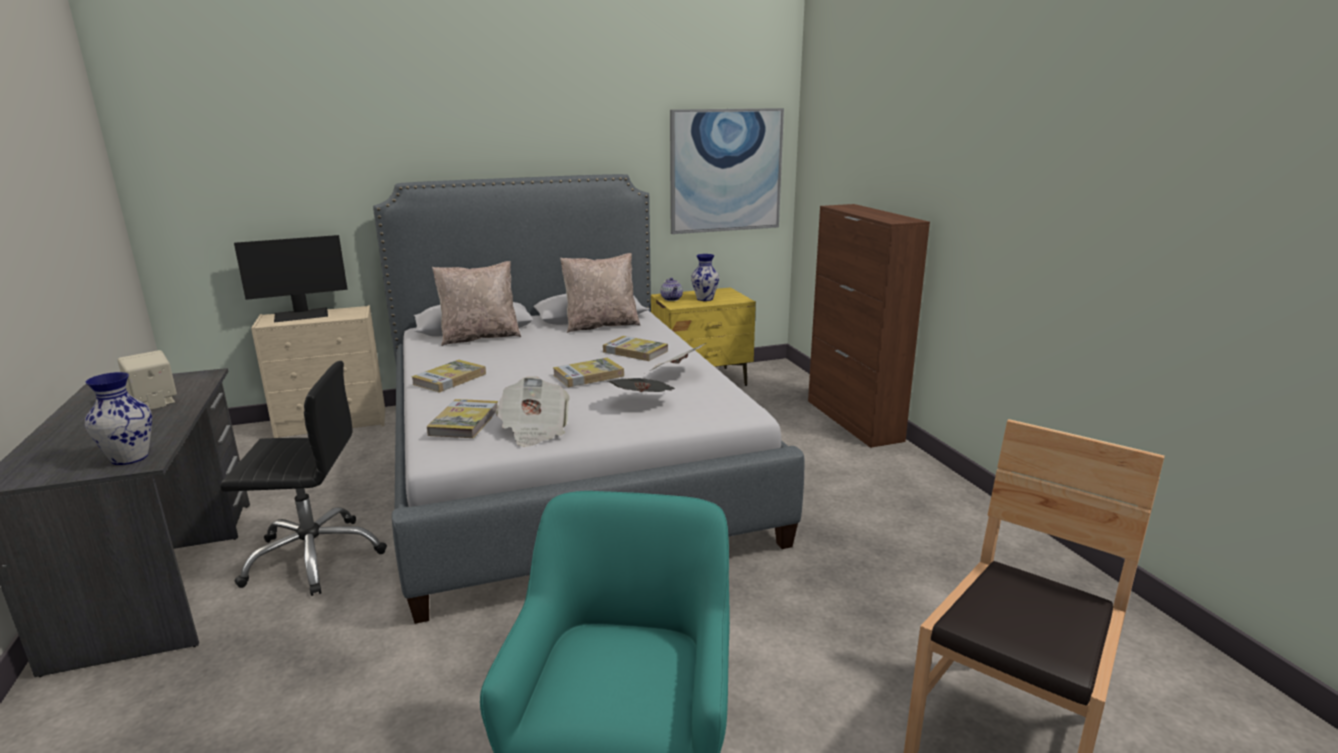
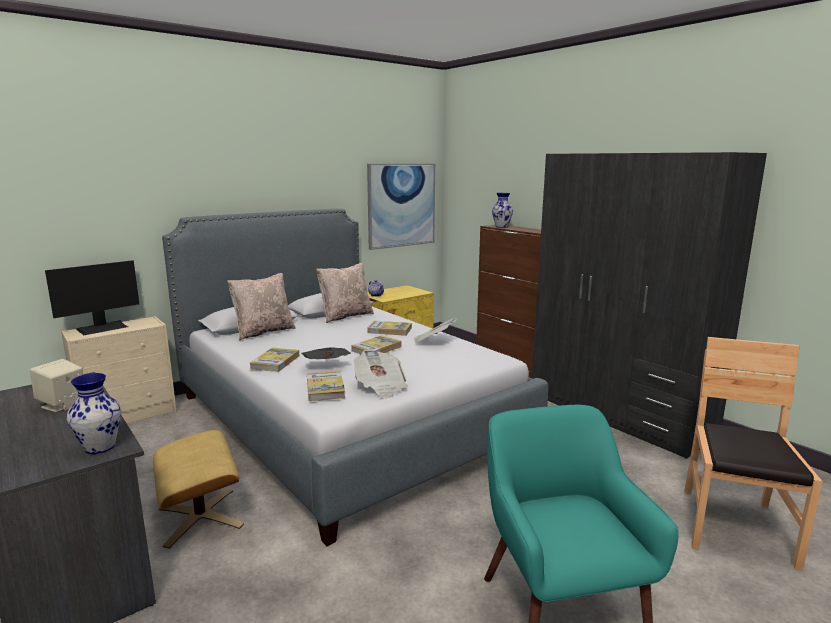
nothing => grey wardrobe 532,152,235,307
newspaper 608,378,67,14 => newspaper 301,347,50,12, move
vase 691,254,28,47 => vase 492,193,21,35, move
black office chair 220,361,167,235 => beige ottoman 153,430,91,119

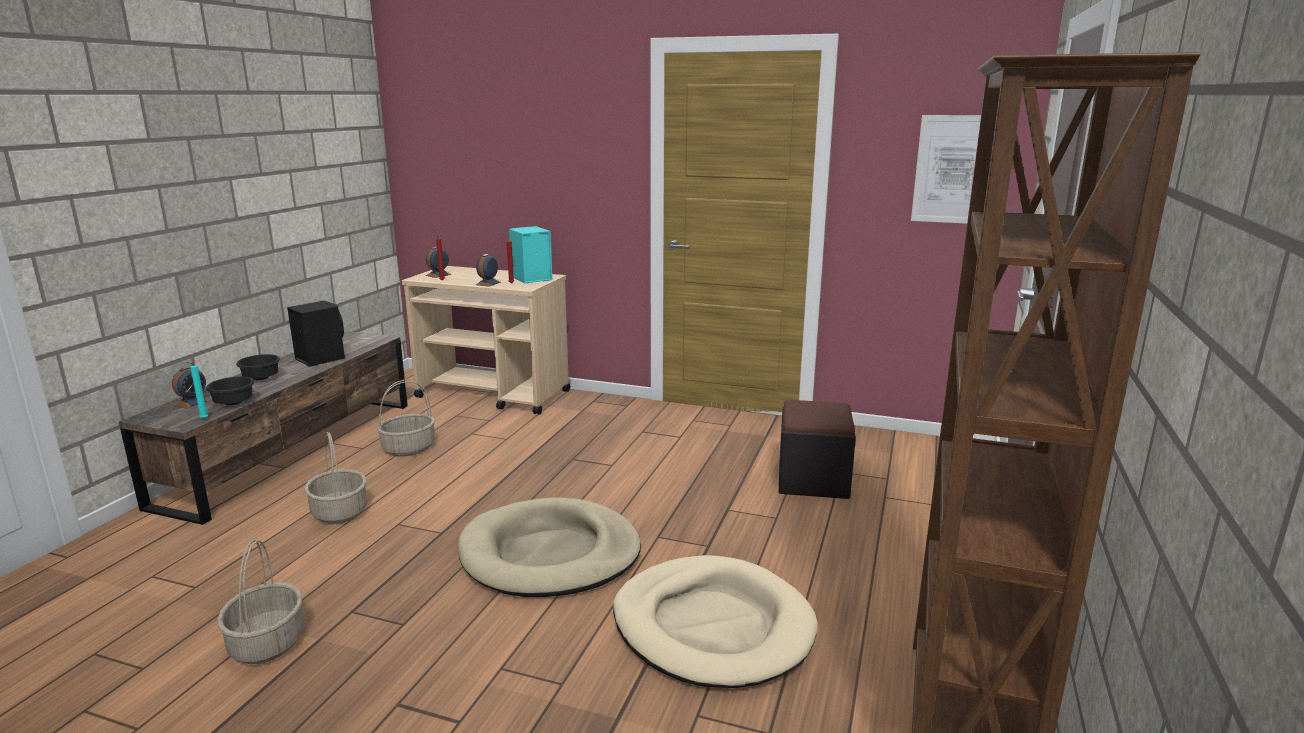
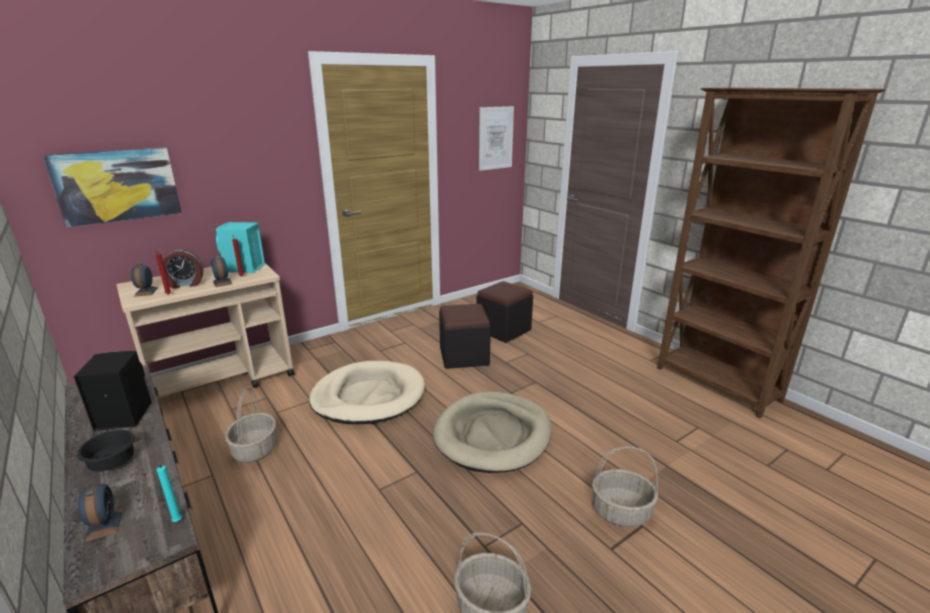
black bowl 206,377,48,28 => nothing
nothing => picture 43,148,139,80
nothing => alarm clock 163,249,40,40
nothing => black ottoman 439,304,52,65
basket 305,432,62,92 => basket 592,447,66,80, move
beige dog bed 613,555,205,133 => beige dog bed 309,361,116,63, move

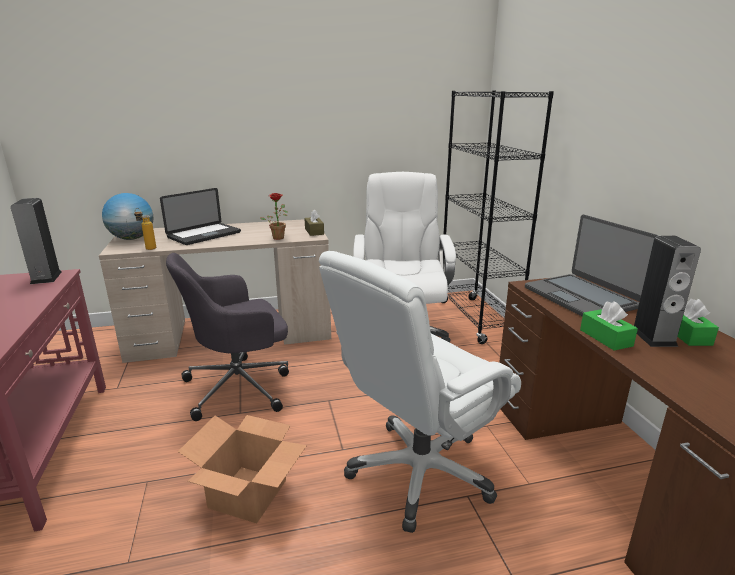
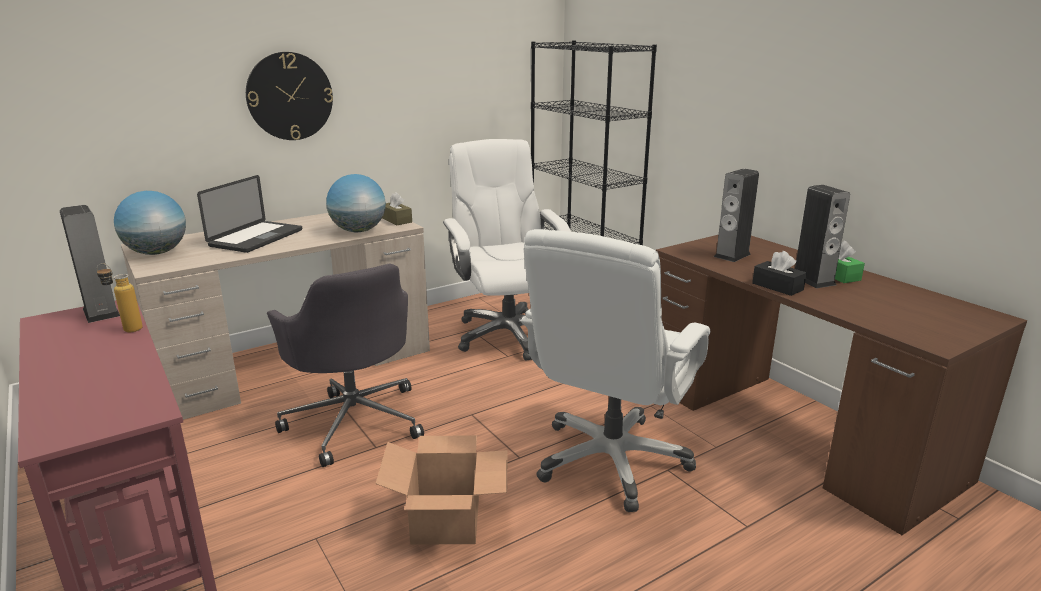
nothing => wall clock 246,52,87,88
bottle 134,208,22,42 => bottle 97,263,46,69, move
potted plant 260,193,28,47 => globe 326,174,60,58
laptop 525,215,133,102 => speaker 714,169,45,93
green tissue box 580,301,58,50 => black tissue box 752,251,55,45
grey office chair 166,253,123,168 => grey office chair 267,264,157,203, 75 degrees counterclockwise

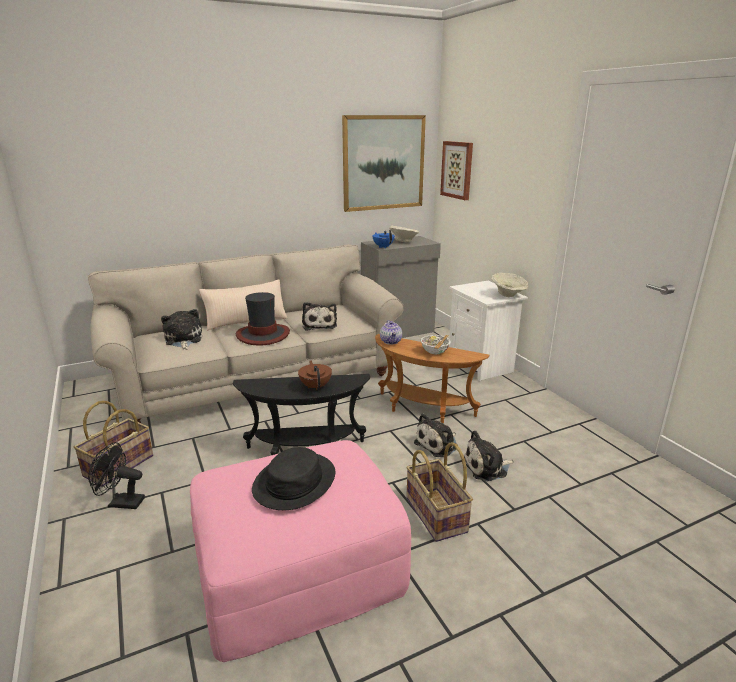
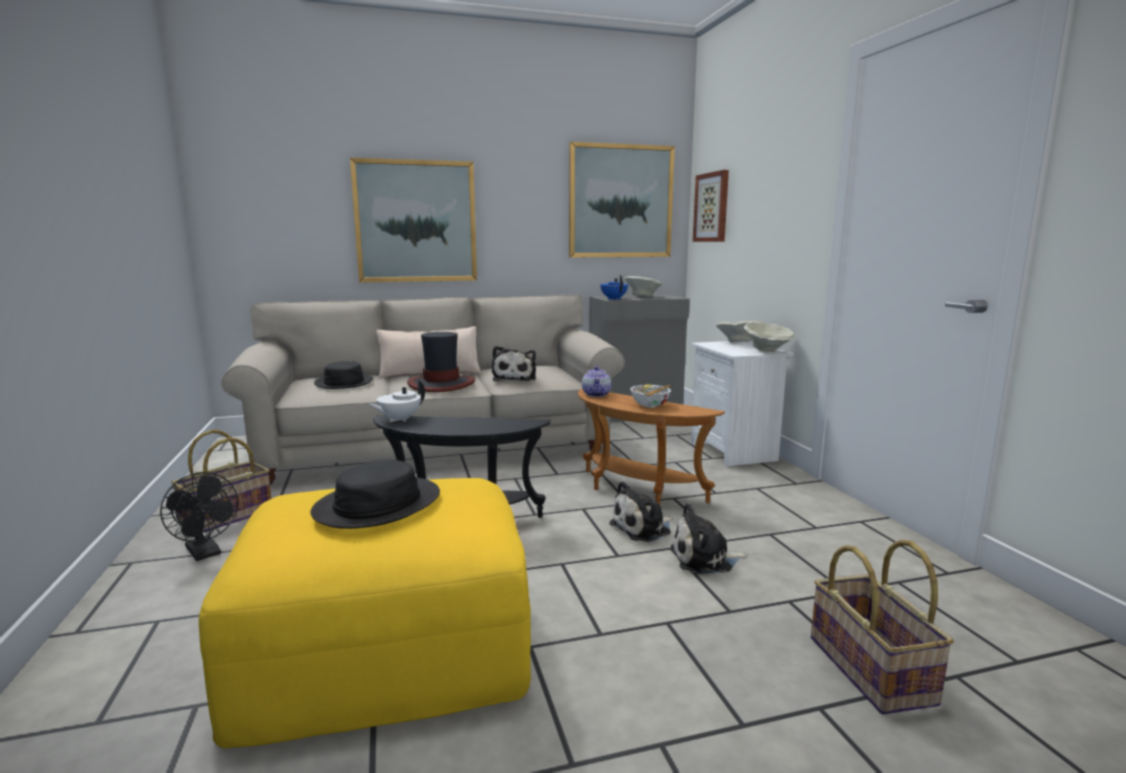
brown teapot 298,360,34,31 => nothing
nothing => picture 350,158,127,125
nothing => white teapot 368,380,57,42
nothing => beige bowl 716,320,48,23
basket 406,442,67,100 => basket 811,540,143,174, move
plush toy 161,309,41,41 => black hat 314,361,59,28
pink ottoman 190,440,221,222 => yellow ottoman 199,478,332,270
black fan 88,442,57,67 => black fan 160,472,78,89, 150 degrees counterclockwise

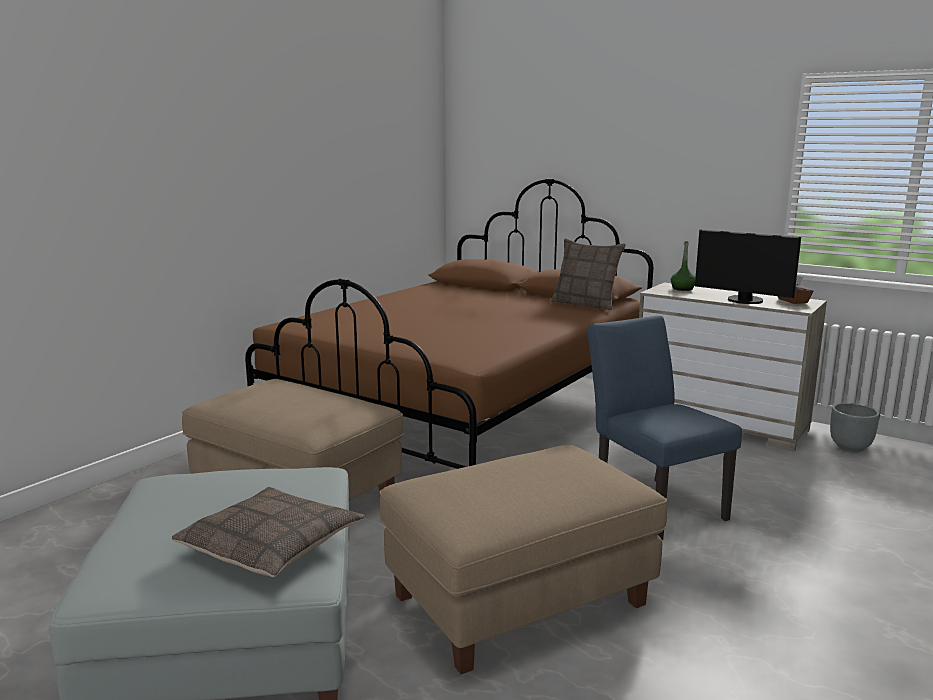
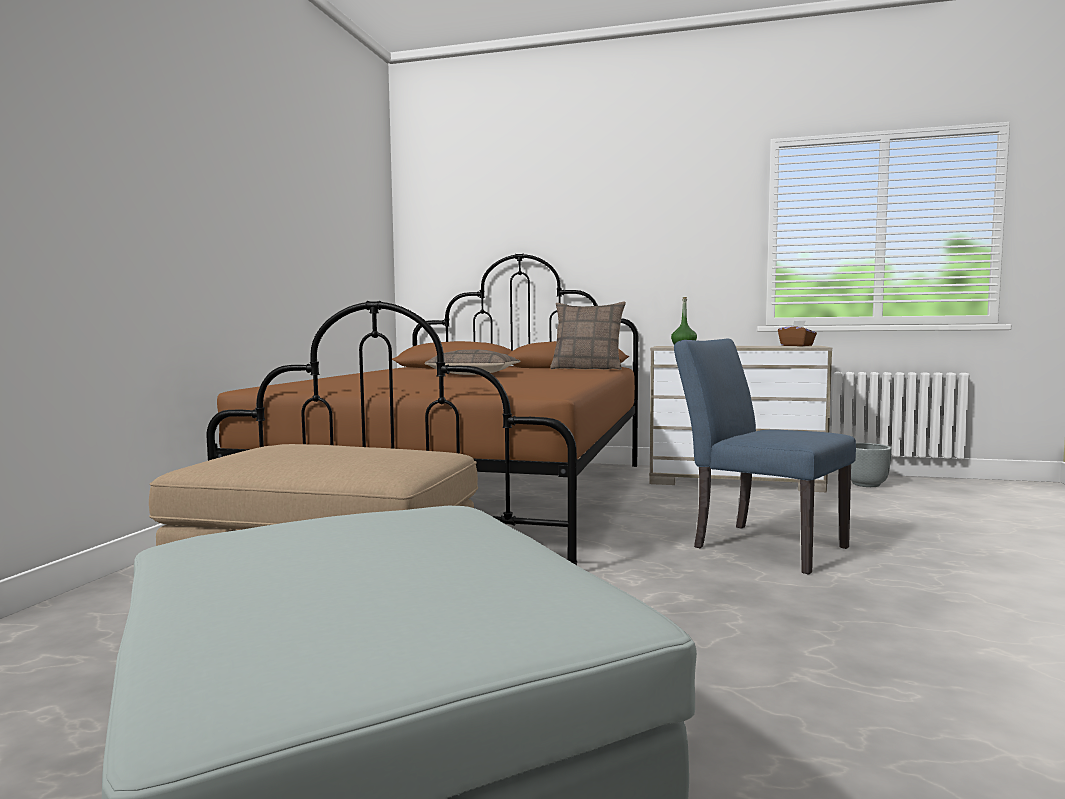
beige ottoman 379,445,288,229 => nothing
monitor 695,229,106,75 => nothing
pillow 172,487,193,90 => pillow 425,350,95,25, move

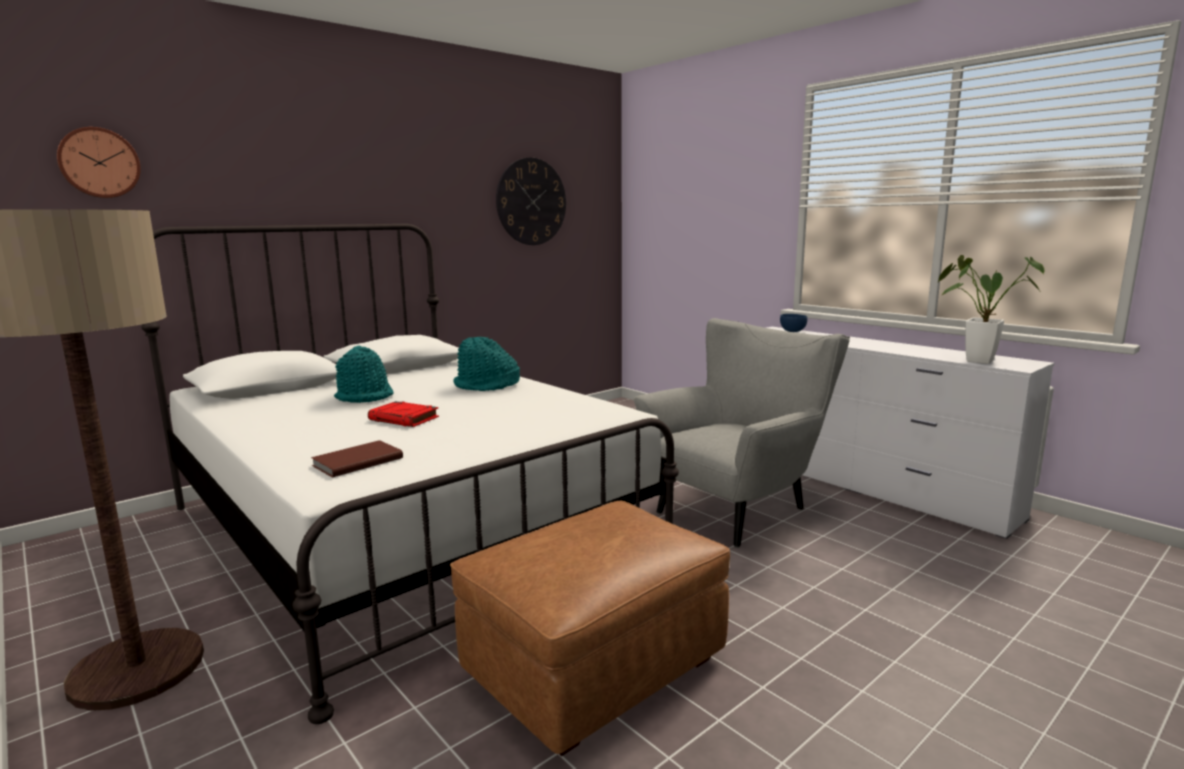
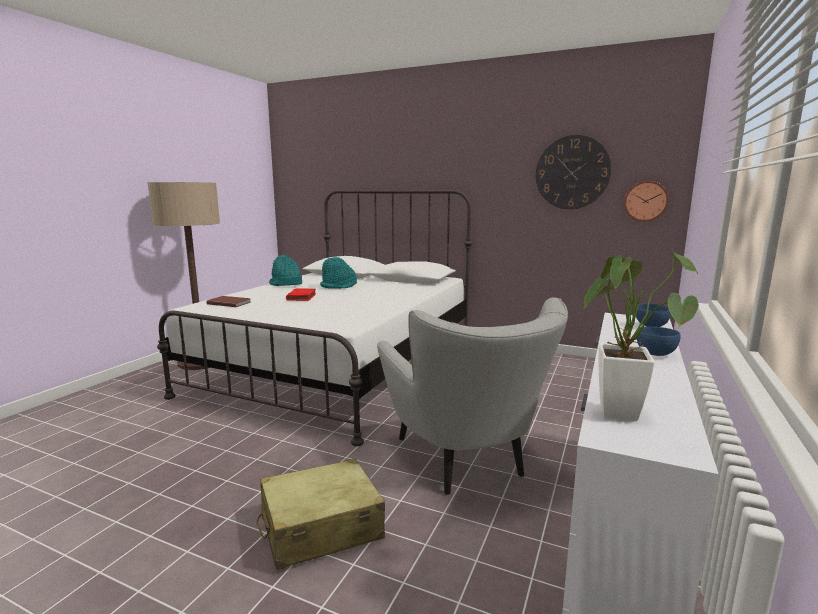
brown ottoman 450,501,280,255 => nothing
nothing => beige suitcase 256,459,129,111
nothing => blue bowl 637,327,44,29
wall clock 57,127,84,71 => wall clock 624,181,45,41, move
turquoise hat 453,337,67,54 => turquoise hat 269,255,33,31, move
grey armchair 634,318,216,230 => grey armchair 377,297,191,198, 45 degrees clockwise

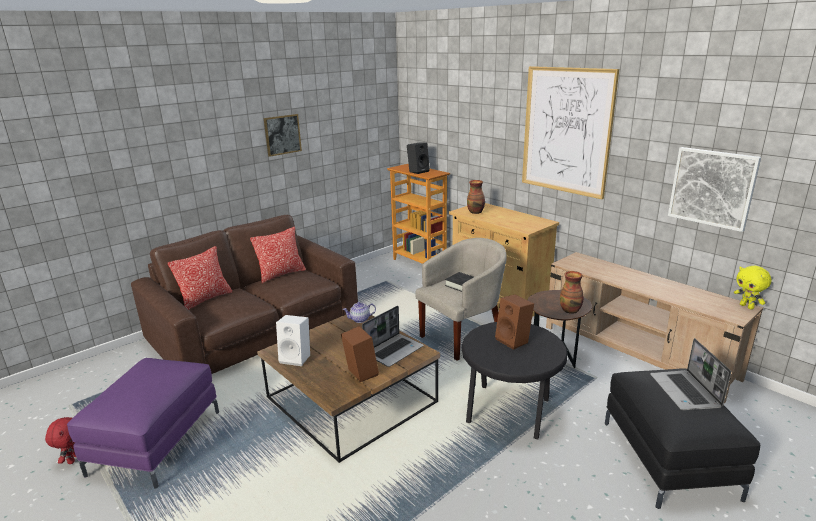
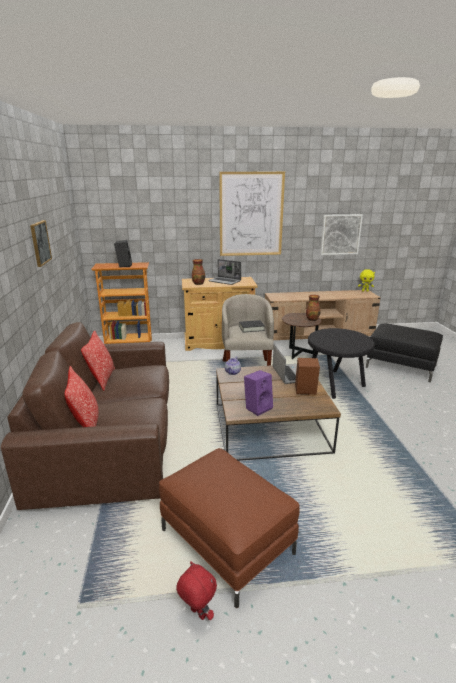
brown speaker 495,295,39,55 => nothing
laptop 650,338,81,72 => laptop 208,259,33,26, move
purple ottoman 67,358,152,130 => brown ottoman 159,448,141,160
white speaker 276,315,34,51 => purple speaker 244,370,29,46

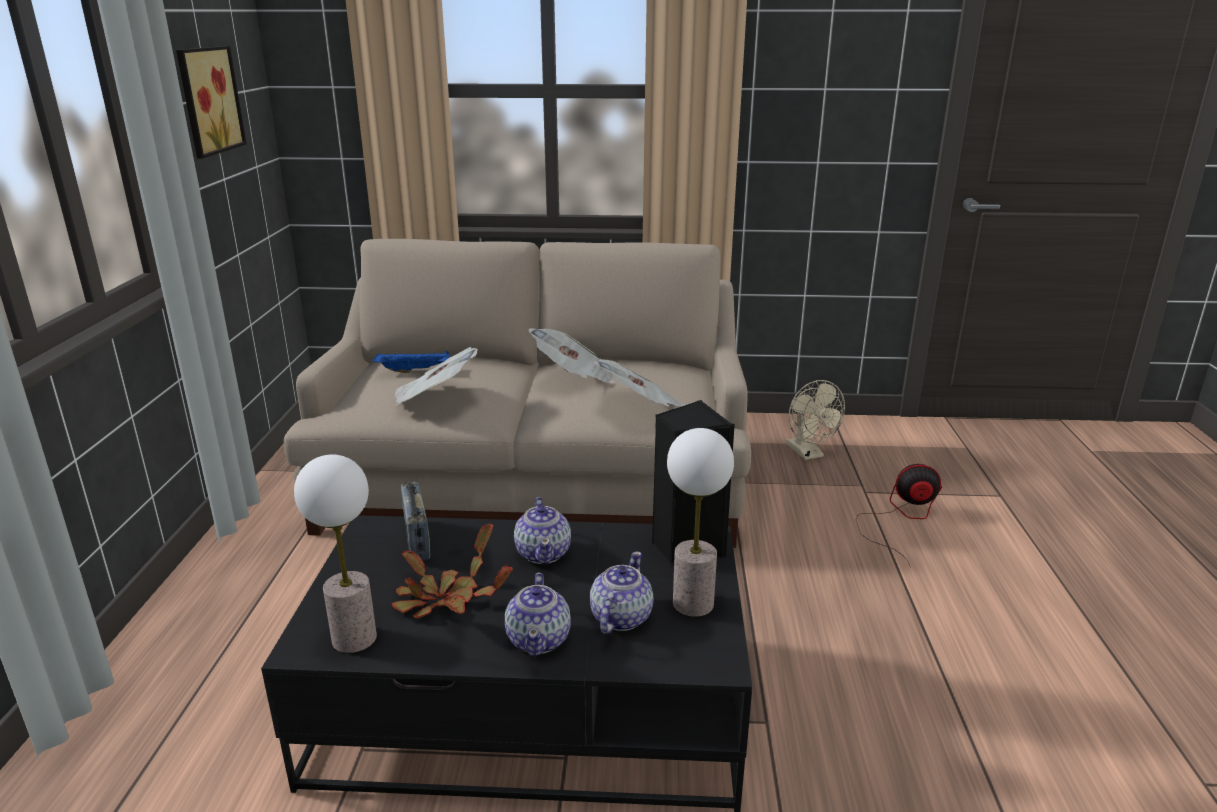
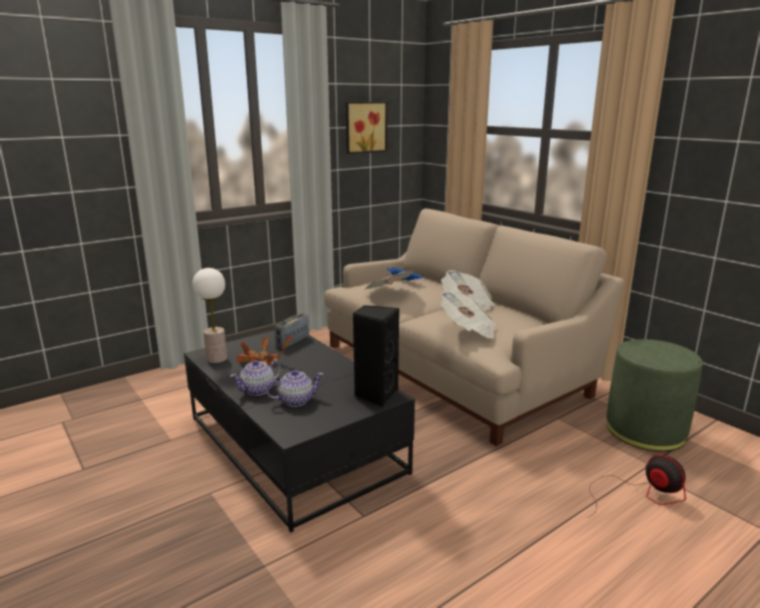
teapot 514,497,57,67 => nothing
table lamp 667,428,67,189 => nothing
beige fan 786,380,59,80 => green ottoman 606,339,97,112

